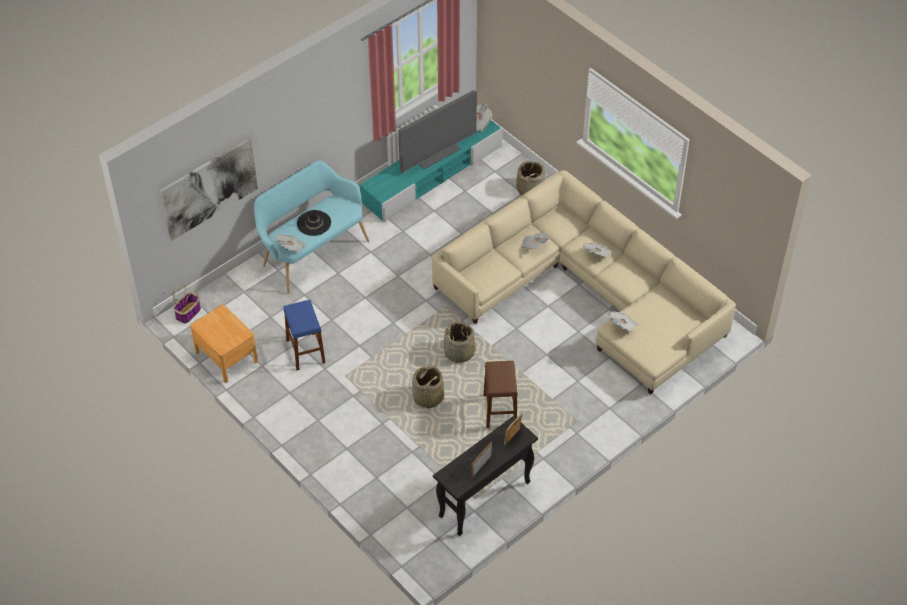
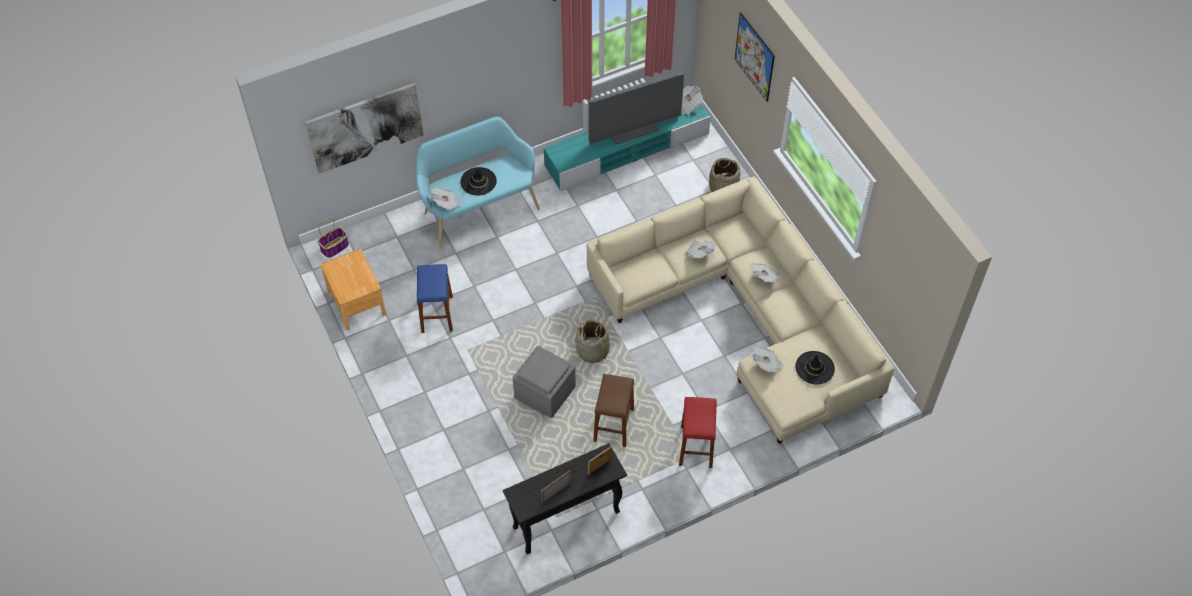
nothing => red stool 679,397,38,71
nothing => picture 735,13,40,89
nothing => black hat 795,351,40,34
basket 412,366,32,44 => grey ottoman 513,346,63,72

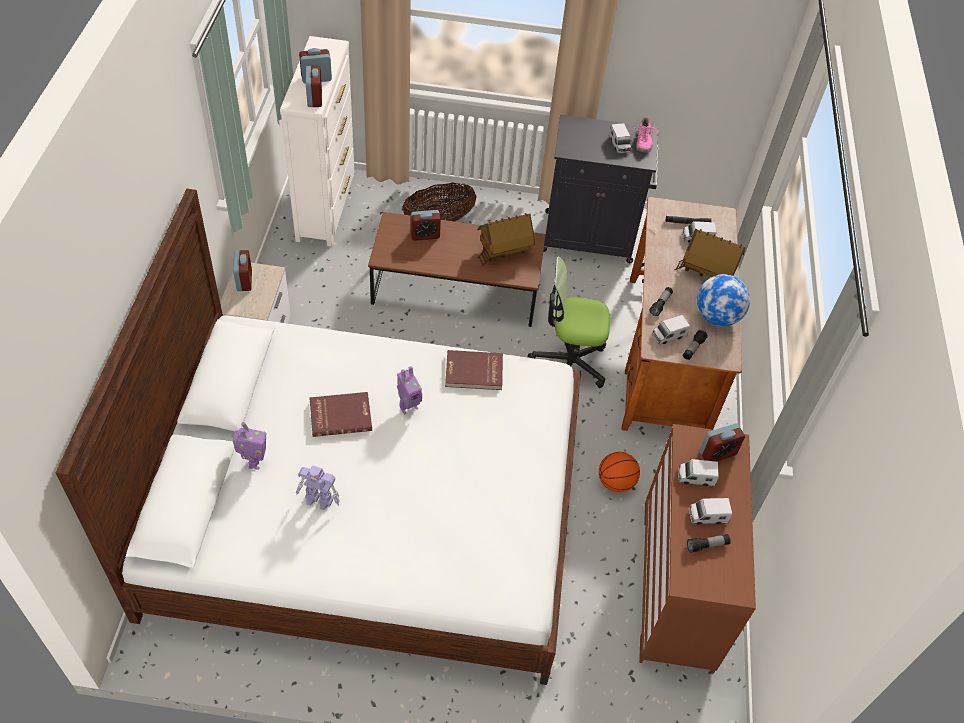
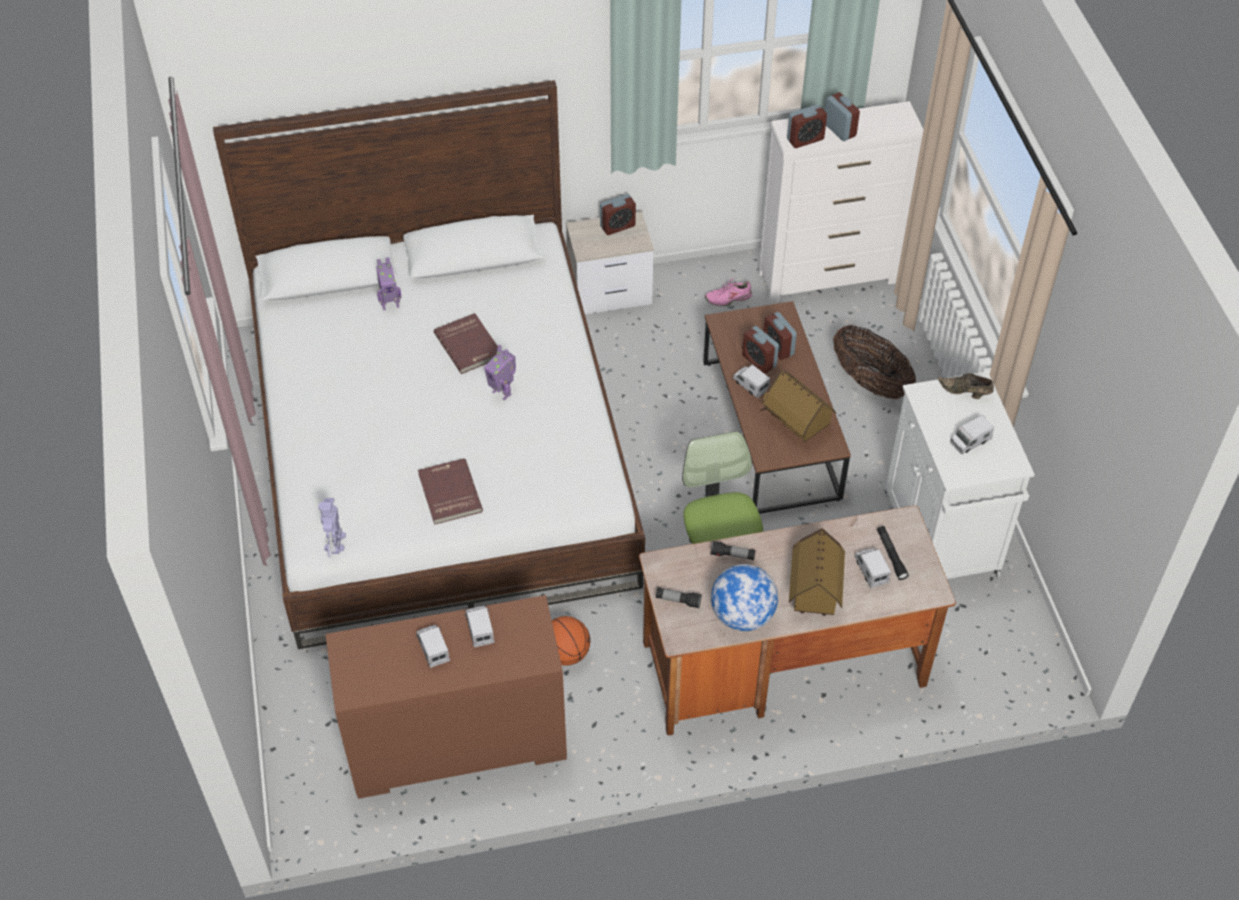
flashlight 687,534,44,19 => nothing
nothing => brown shoe 938,373,56,26
toy robot 296,465,44,45 => toy robot 318,498,28,60, move
red book 445,350,58,40 => red book 418,458,65,67, move
pink shoe 631,117,28,35 => pink shoe 705,277,47,30, move
toy truck 652,315,38,29 => toy truck 733,365,37,33, move
alarm clock 699,423,46,38 => alarm clock 742,326,37,48, move
black cabinet 543,115,115,148 => white cabinet 884,371,151,208

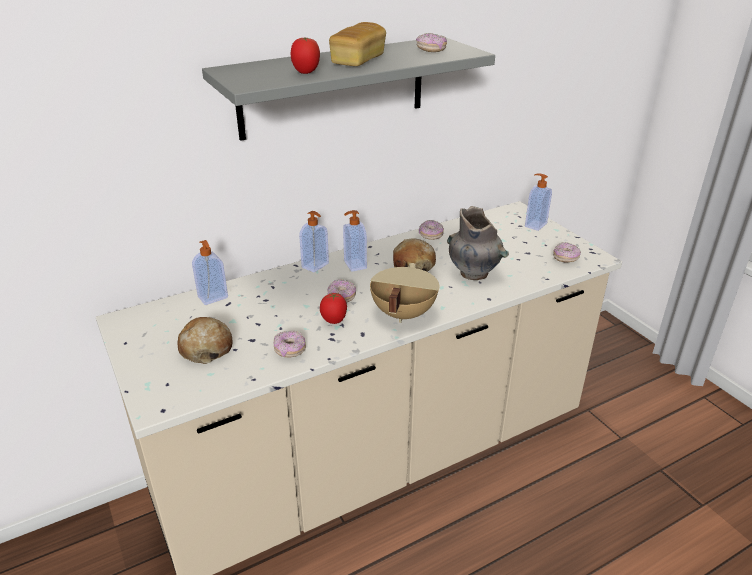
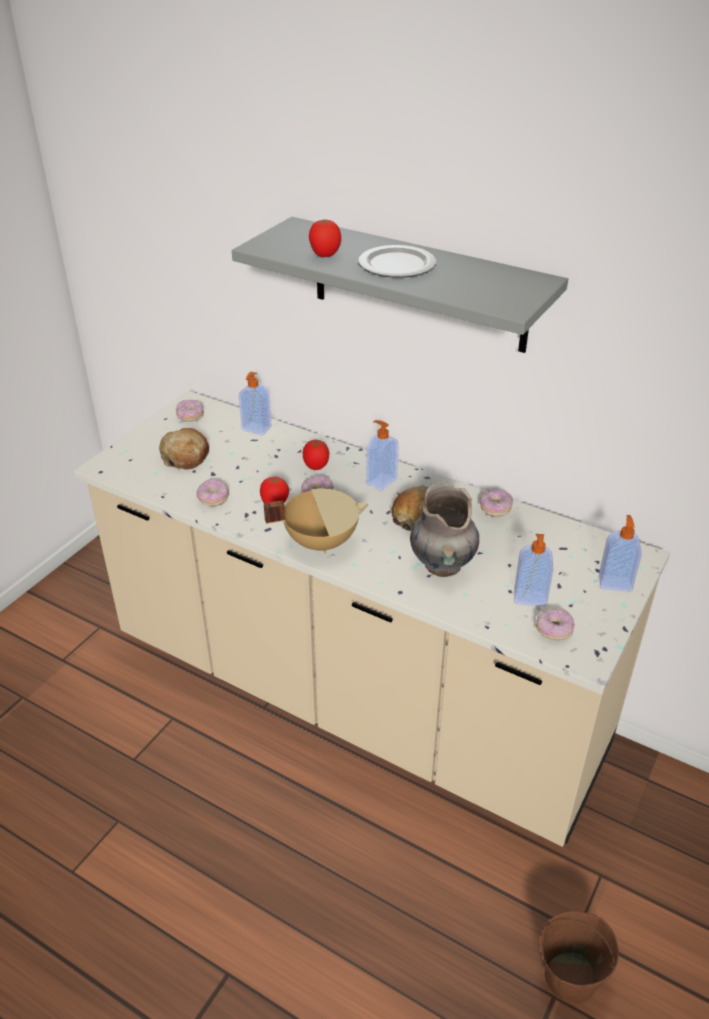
nothing => tomato 303,440,26,30
nothing => brown bucket 541,911,78,93
soap dispenser 299,211,30,61 => soap dispenser 514,534,40,72, move
donut 416,33,31,19 => donut 176,400,28,22, move
bread 329,22,57,44 => plate 358,245,78,33

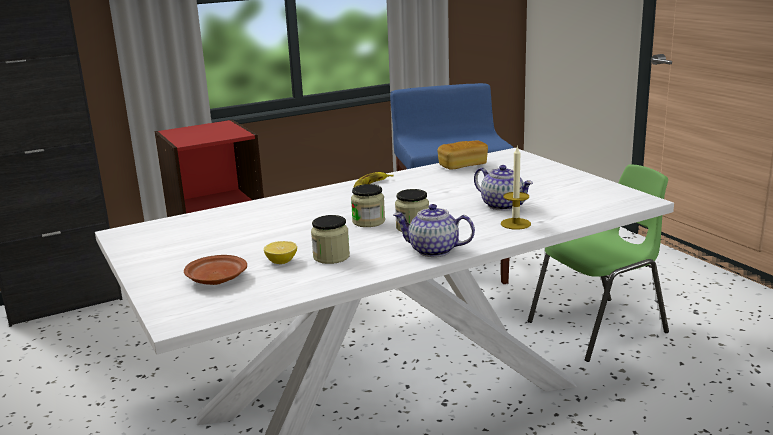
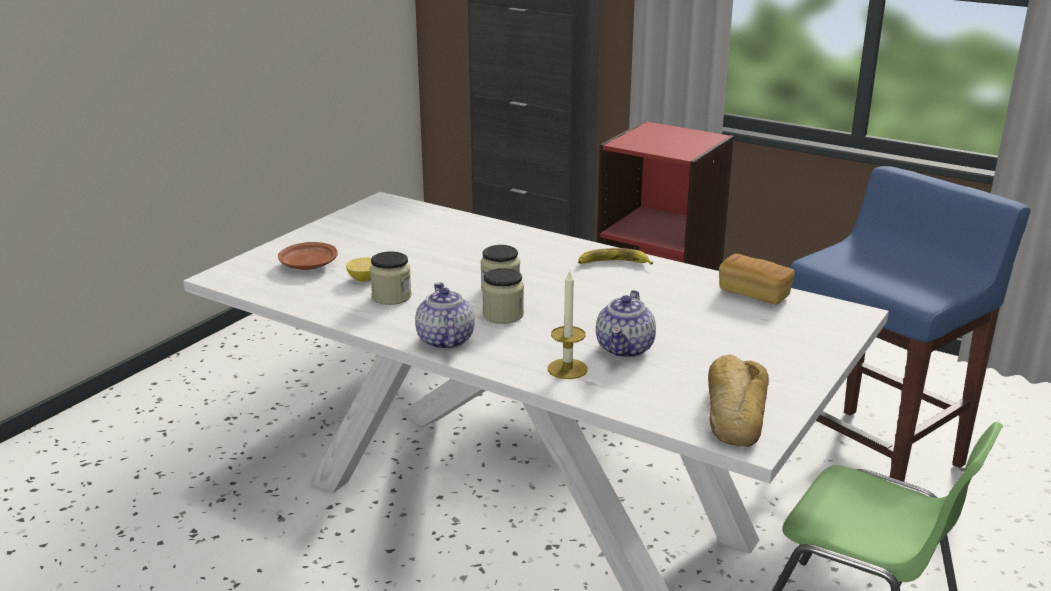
nothing => bread 708,354,61,93

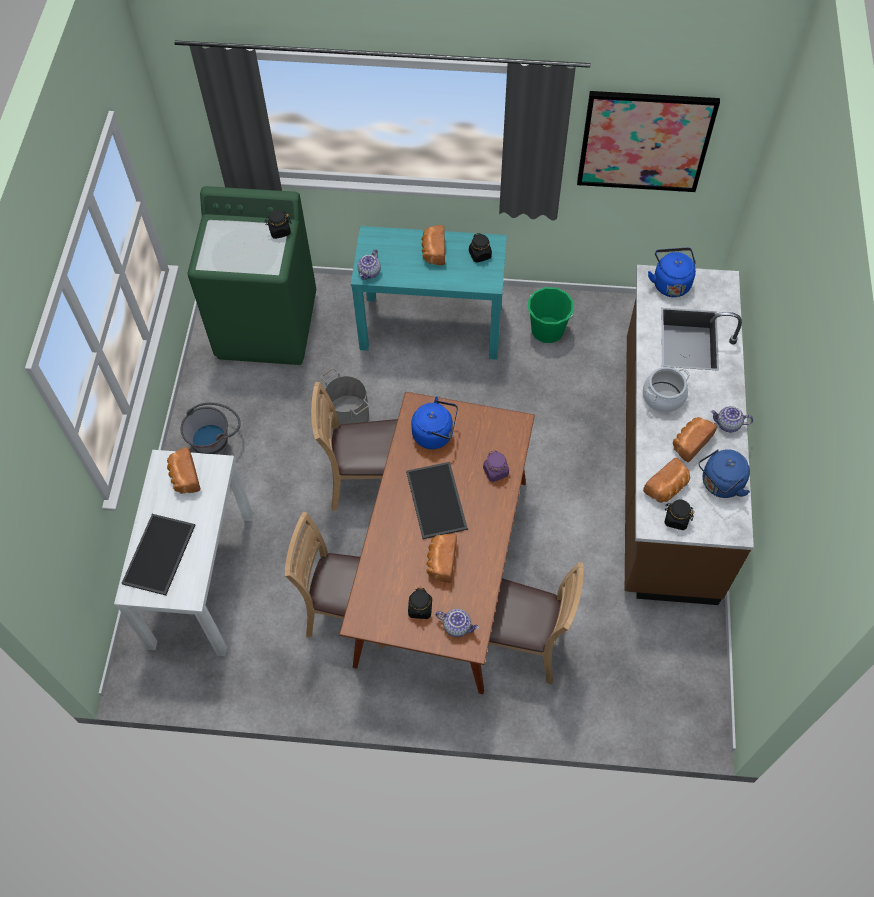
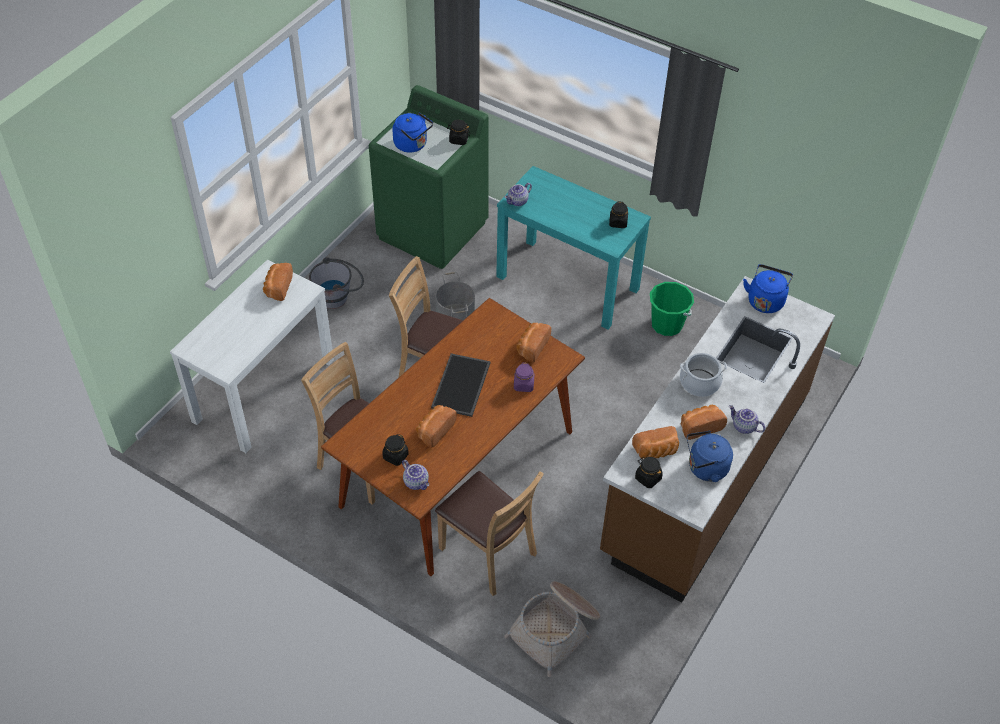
tray 122,514,73,81 => nothing
picture 577,91,143,101 => nothing
nothing => basket 504,581,96,96
blue kettle 411,396,47,53 => blue kettle 392,113,41,40, move
bread 421,225,24,40 => bread 516,323,35,39, move

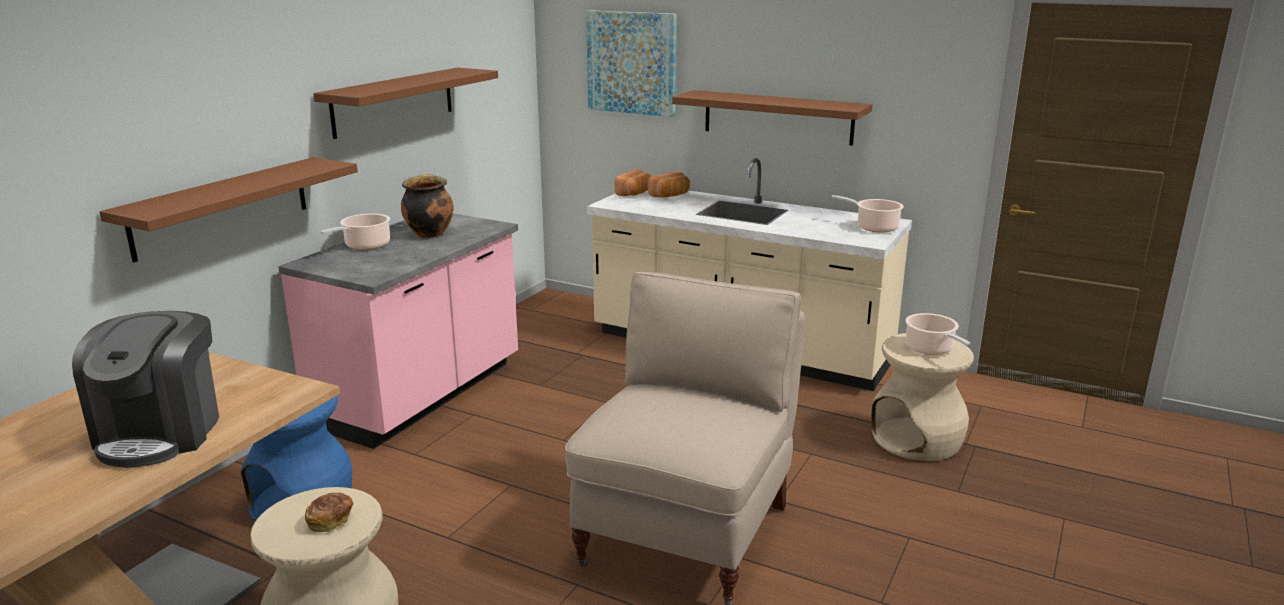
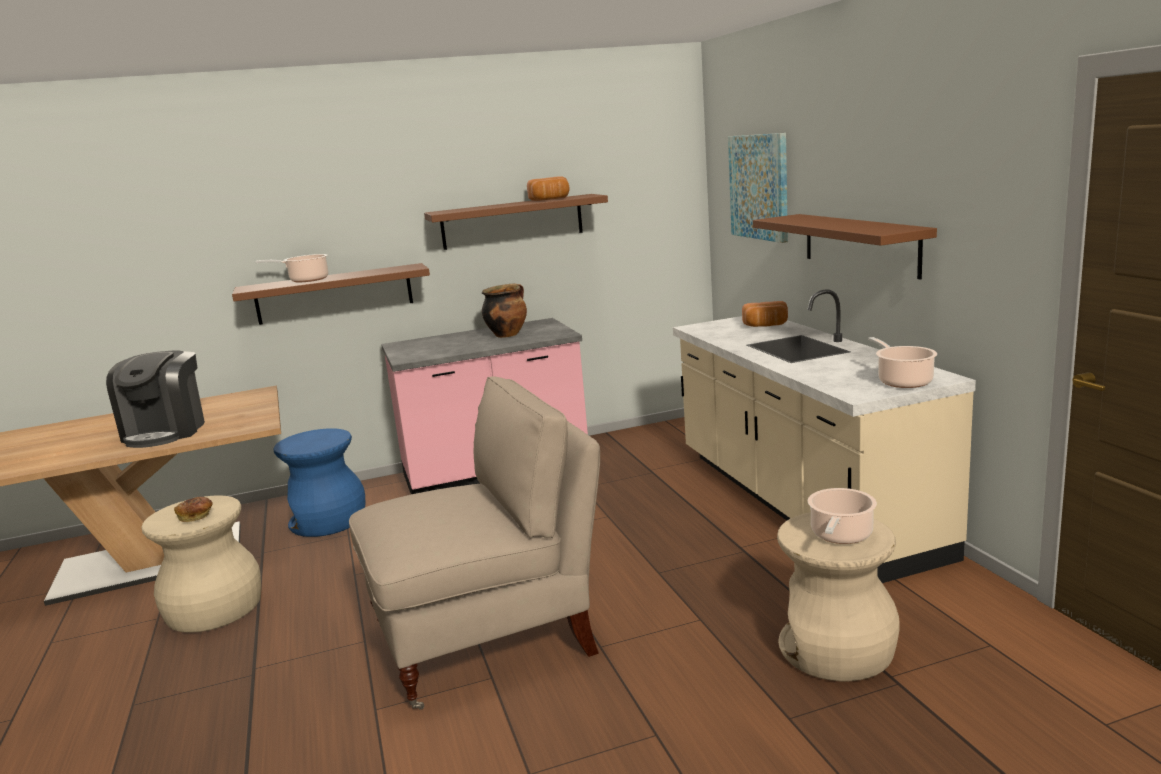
cooking pot 320,214,70,36 => cooking pot 255,254,74,28, move
bread 615,169,36,27 => bread 527,176,42,25, move
coffee machine 72,311,147,157 => coffee machine 106,351,99,97, 45 degrees counterclockwise

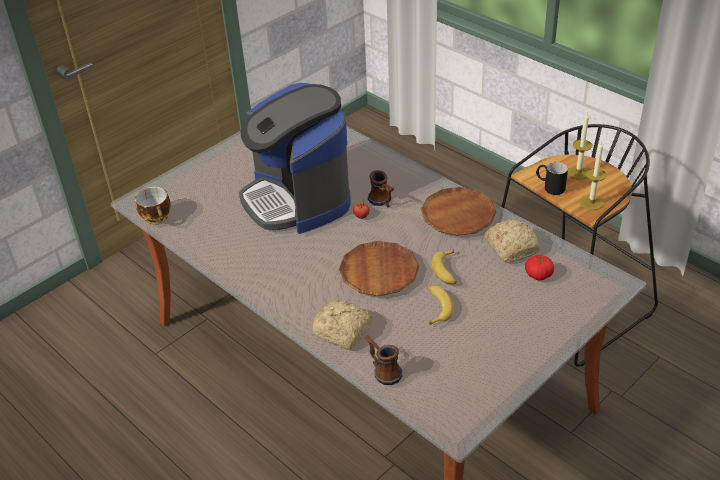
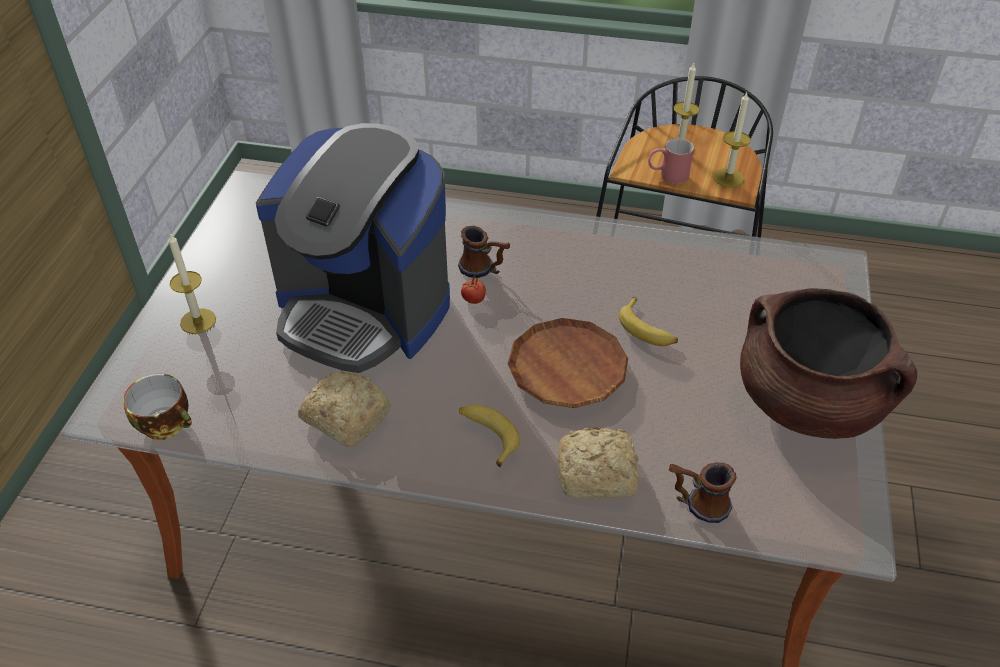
brown plate 421,187,76,49 => nothing
tomato 525,255,29,25 => nothing
nothing => candle 169,233,47,101
nothing => brown cooking pot 740,288,177,151
banana 428,285,26,40 => banana 459,404,61,64, move
bread 484,219,55,43 => bread 298,371,92,76, move
black mug 536,162,32,33 => red mug 648,138,46,46

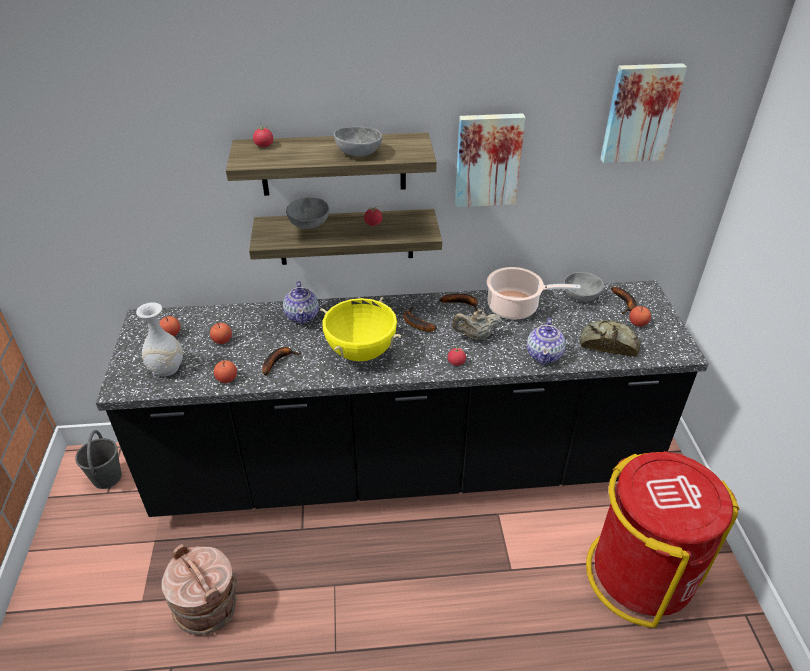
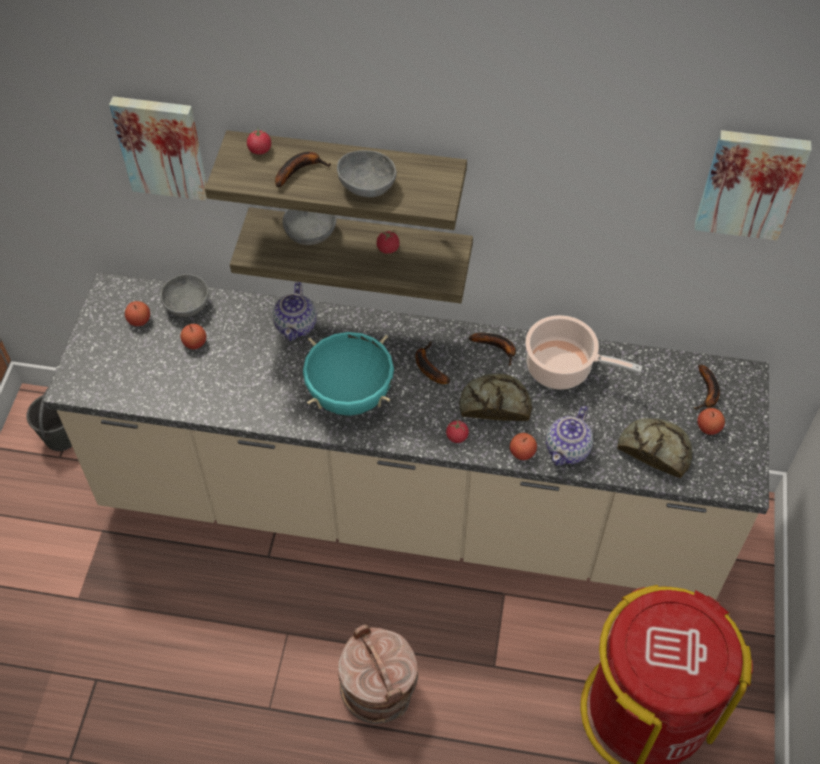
white vase 136,302,47,74 => nothing
brown bucket 161,544,76,91 => brown bucket 338,624,81,100, move
apple 214,360,23,23 => apple 510,433,27,27, move
banana 262,347,39,28 => banana 275,152,56,36, move
picture 455,113,70,94 => picture 109,96,98,105, move
grey bowl 563,272,41,29 => grey bowl 160,274,49,43, move
beige teapot 452,309,50,32 => bread 459,373,73,48
black counter 96,280,613,237 => beige counter 43,272,726,328
yellow cooking pot 320,297,81,64 => turquoise cooking pot 303,332,91,84

